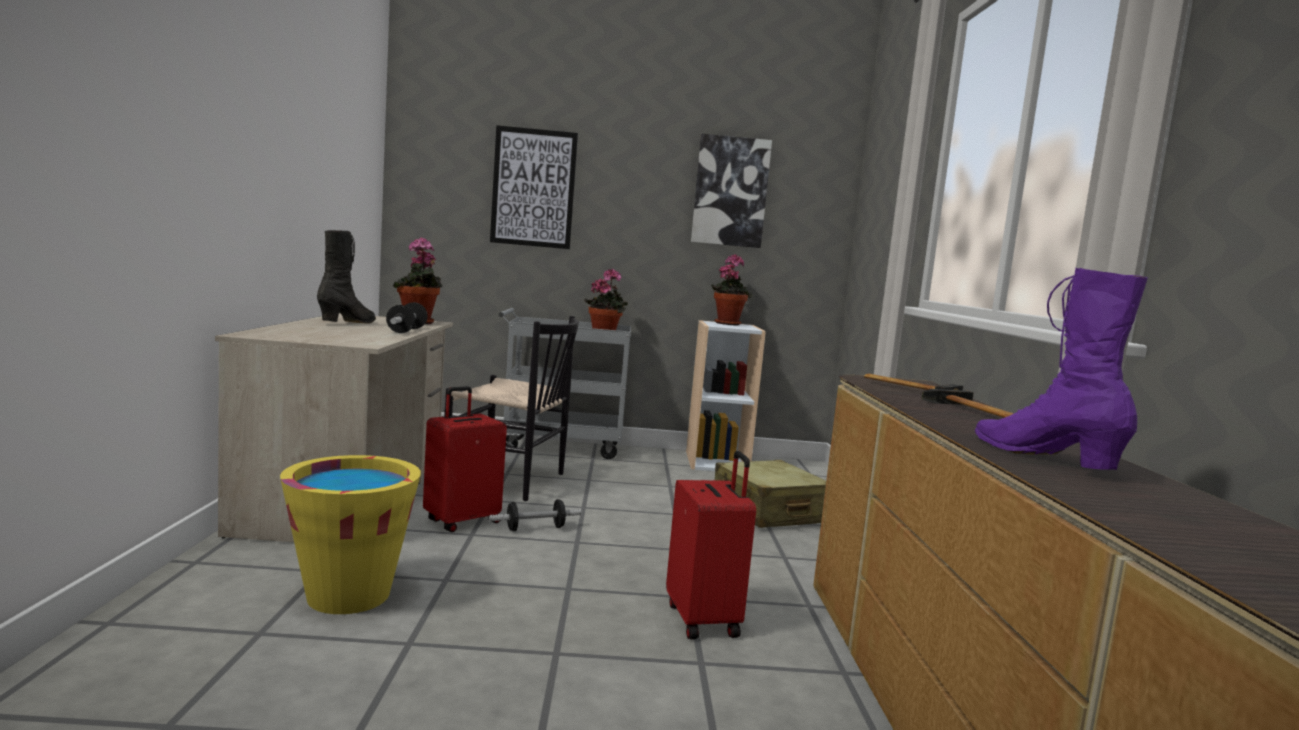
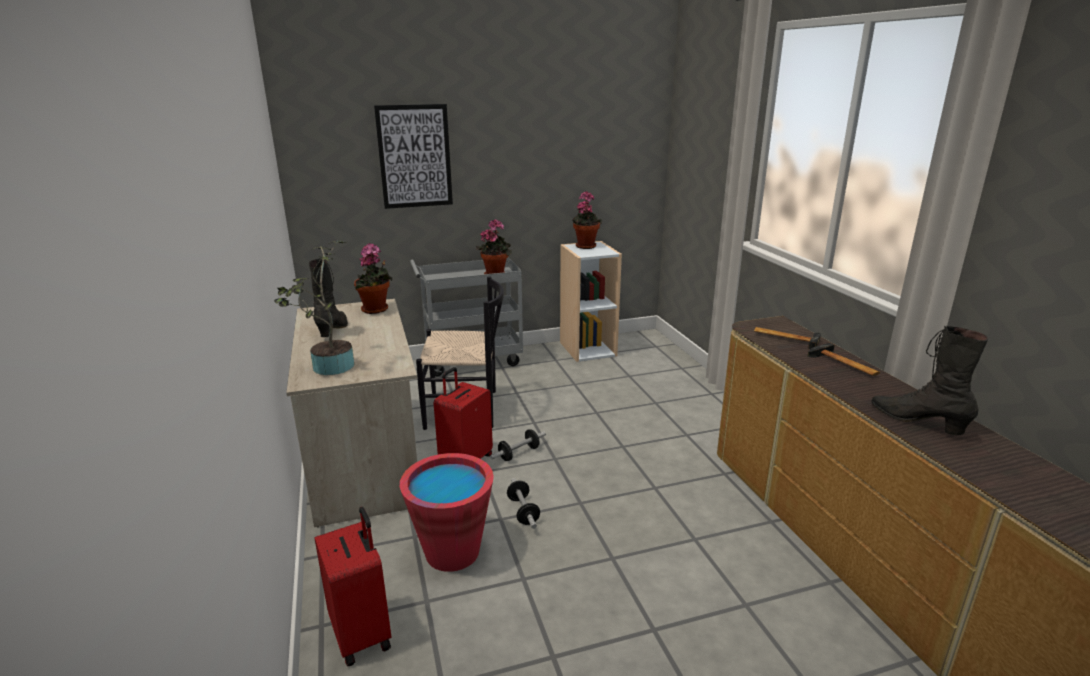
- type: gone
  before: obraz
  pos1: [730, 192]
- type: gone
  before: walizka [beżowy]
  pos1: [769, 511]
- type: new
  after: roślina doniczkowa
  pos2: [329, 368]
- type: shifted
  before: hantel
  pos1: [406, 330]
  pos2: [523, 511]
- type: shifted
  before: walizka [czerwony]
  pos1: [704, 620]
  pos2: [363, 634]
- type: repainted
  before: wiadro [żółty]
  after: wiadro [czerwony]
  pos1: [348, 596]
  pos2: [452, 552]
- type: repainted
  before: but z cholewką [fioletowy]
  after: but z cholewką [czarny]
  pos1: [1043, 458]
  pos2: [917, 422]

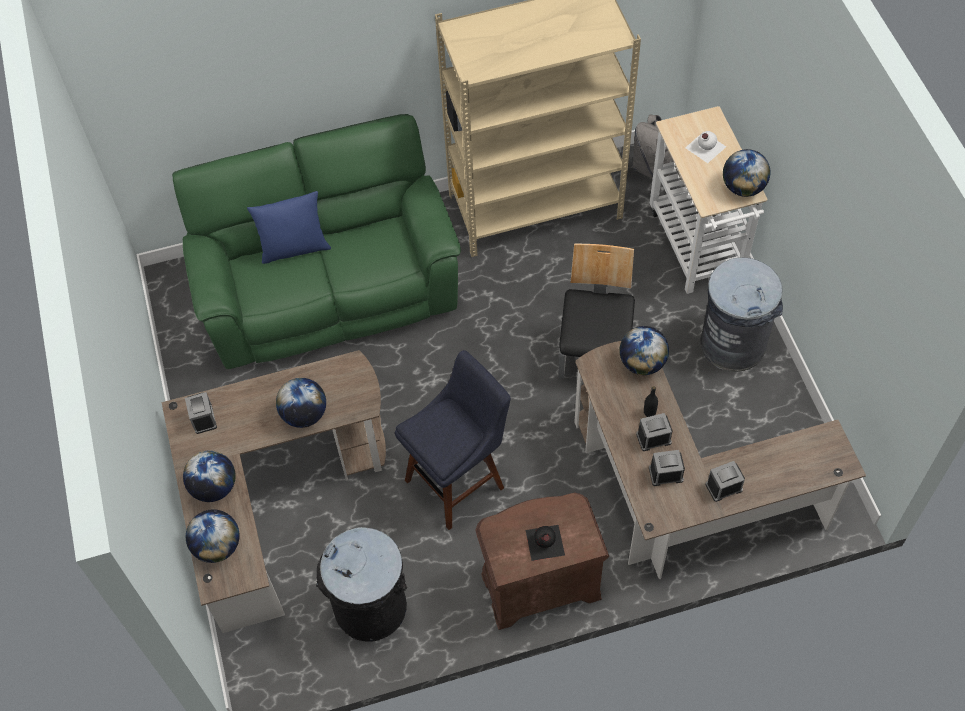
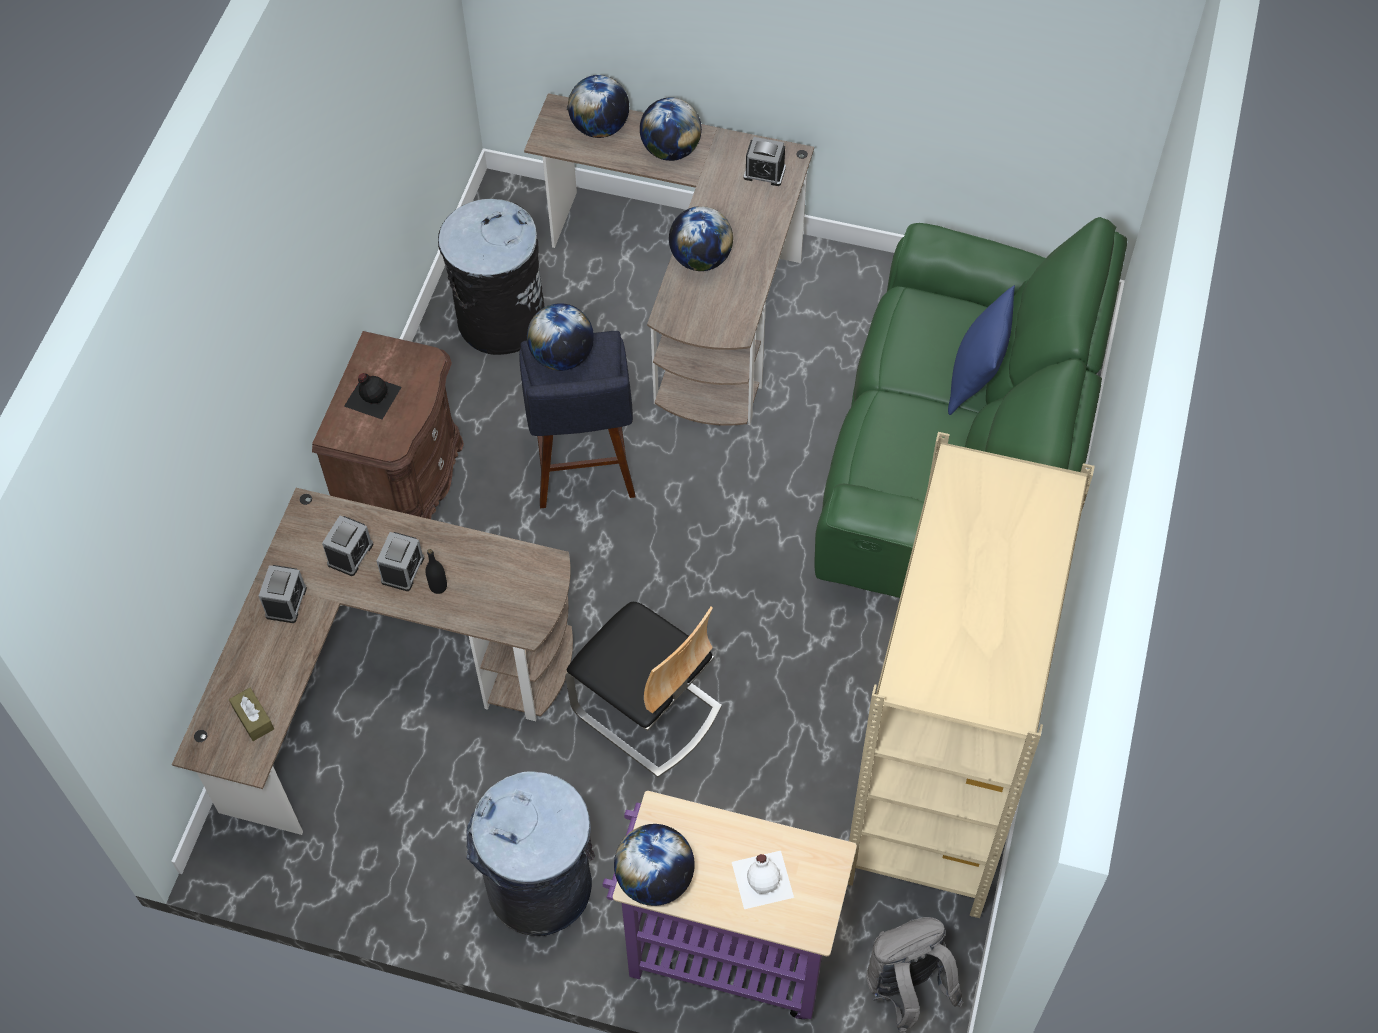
- type: new
  after: pudełko chusteczek [brązowy]
  pos2: [253, 718]
- type: shifted
  before: globus
  pos1: [642, 363]
  pos2: [562, 357]
- type: repainted
  before: wózek [biały]
  after: wózek [fioletowy]
  pos1: [696, 246]
  pos2: [727, 951]

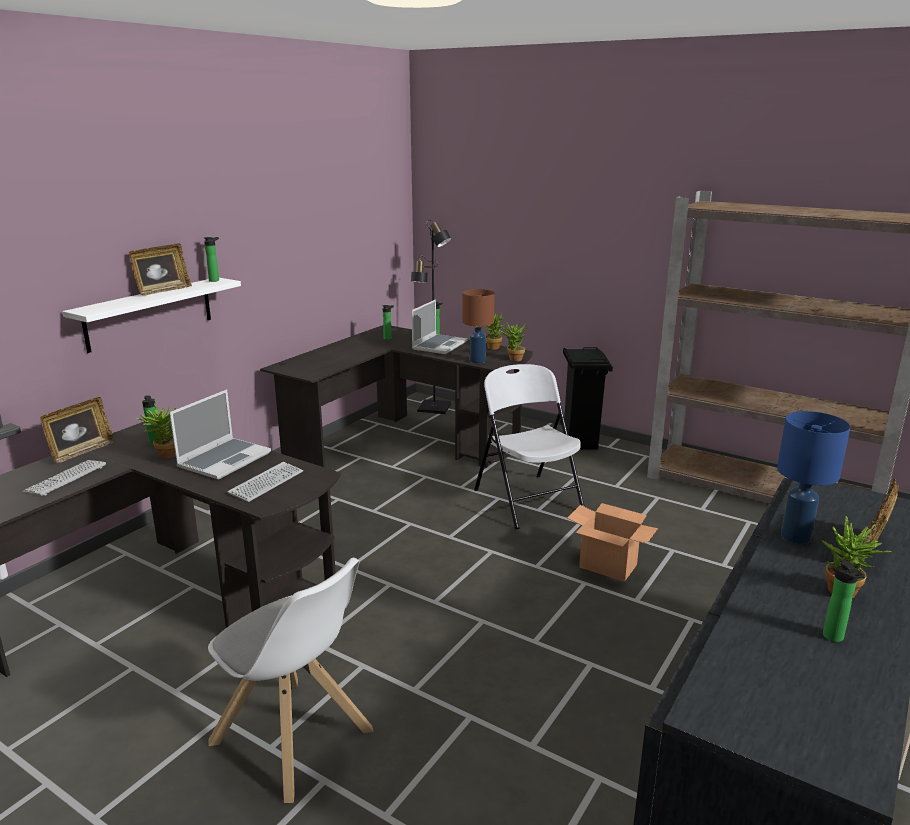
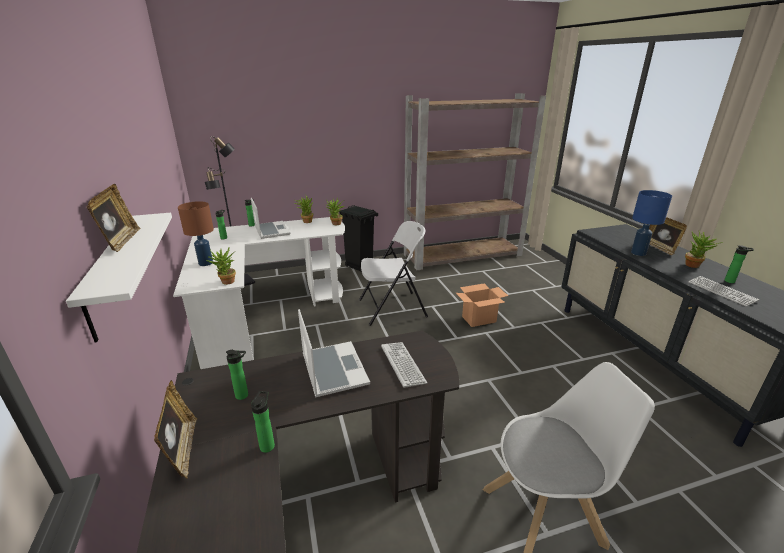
- type: shifted
  before: klawiatura
  pos1: [65, 478]
  pos2: [721, 291]
- type: shifted
  before: roślina doniczkowa
  pos1: [164, 455]
  pos2: [226, 283]
- type: shifted
  before: butelka
  pos1: [215, 280]
  pos2: [268, 445]
- type: shifted
  before: lampa stołowa [brązowy]
  pos1: [477, 361]
  pos2: [205, 263]
- type: repainted
  before: biurko [czarny]
  after: biurko [biały]
  pos1: [402, 443]
  pos2: [263, 312]
- type: rotated
  before: krzesło [biały]
  pos1: [528, 501]
  pos2: [392, 308]
  turn: 150

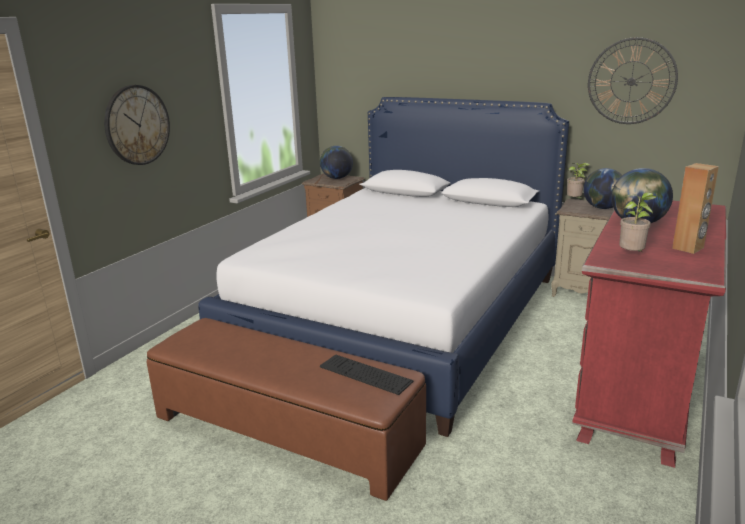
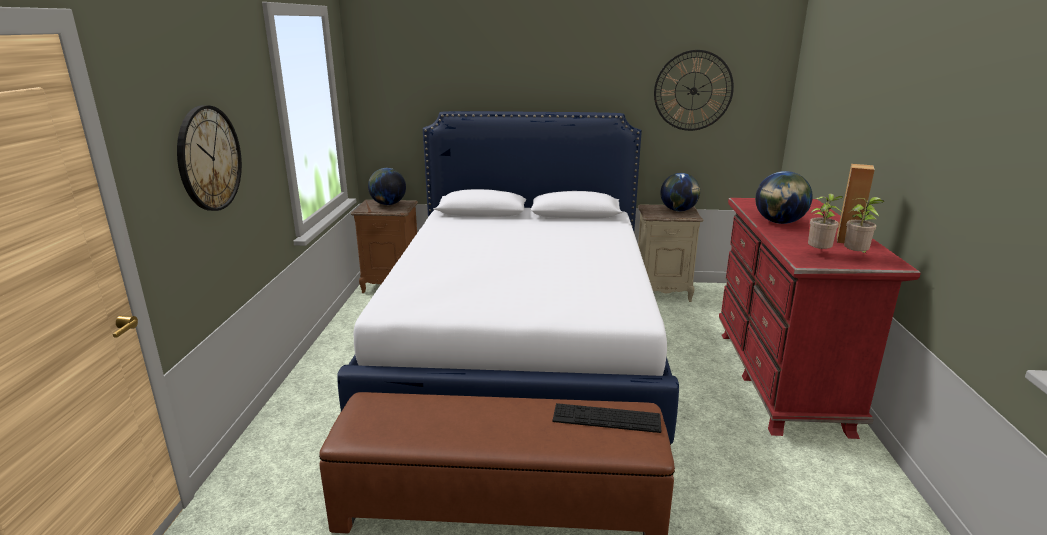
- type: shifted
  before: roślina doniczkowa
  pos1: [575, 200]
  pos2: [856, 256]

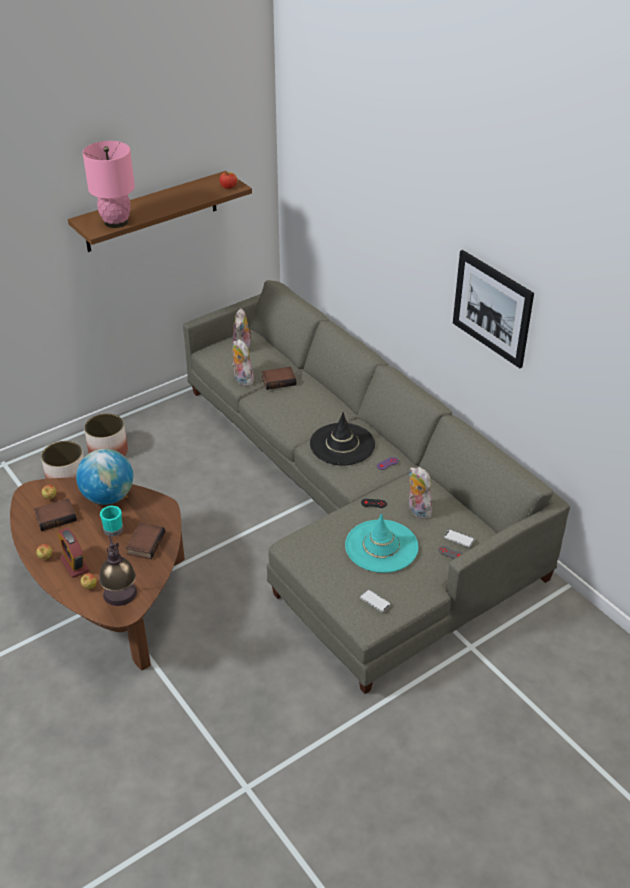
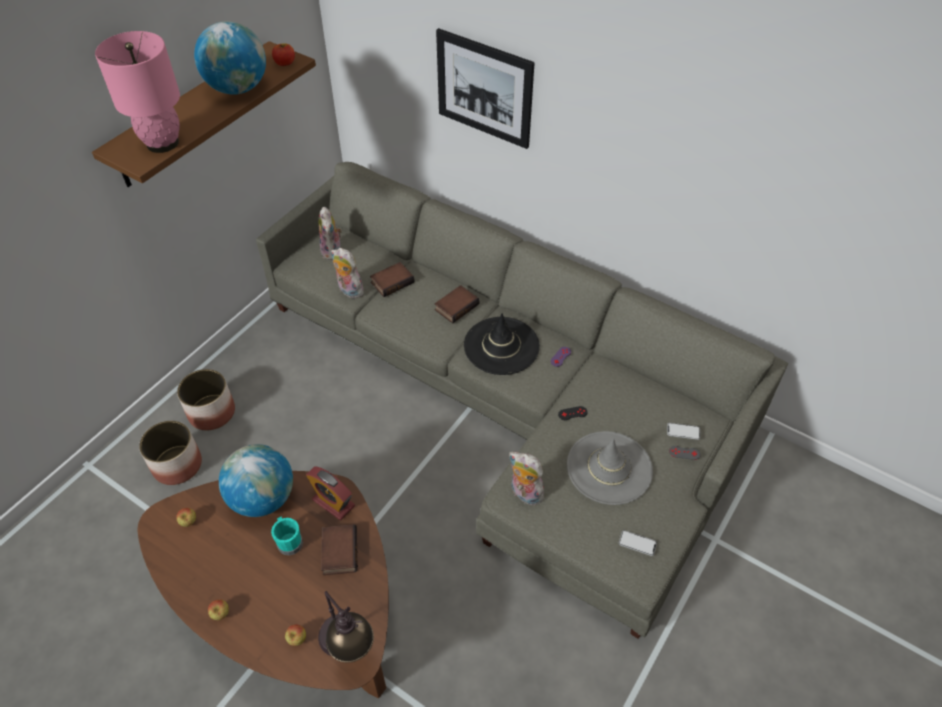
- type: new
  after: globus
  pos2: [238, 88]
- type: shifted
  before: książka
  pos1: [56, 517]
  pos2: [456, 306]
- type: shifted
  before: budzik
  pos1: [74, 564]
  pos2: [333, 503]
- type: shifted
  before: pluszak
  pos1: [417, 510]
  pos2: [524, 494]
- type: shifted
  before: obraz
  pos1: [492, 308]
  pos2: [484, 88]
- type: repainted
  before: kapelusz [turkusowy]
  after: kapelusz [szary]
  pos1: [381, 546]
  pos2: [609, 468]

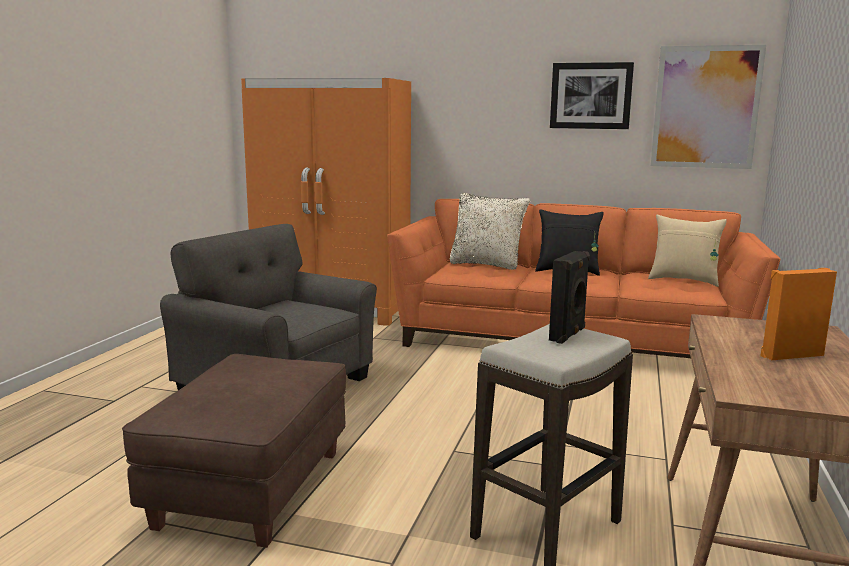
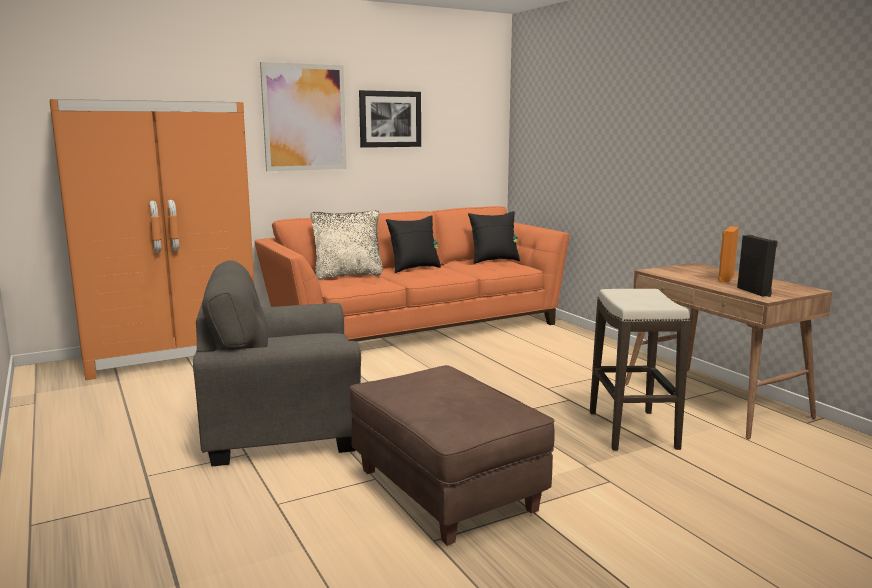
- type: shifted
  before: głośnik [czarny]
  pos1: [568, 335]
  pos2: [754, 292]
- type: shifted
  before: obraz
  pos1: [705, 107]
  pos2: [304, 117]
- type: repainted
  before: poduszka [beżowy]
  after: poduszka [czarny]
  pos1: [683, 281]
  pos2: [493, 261]

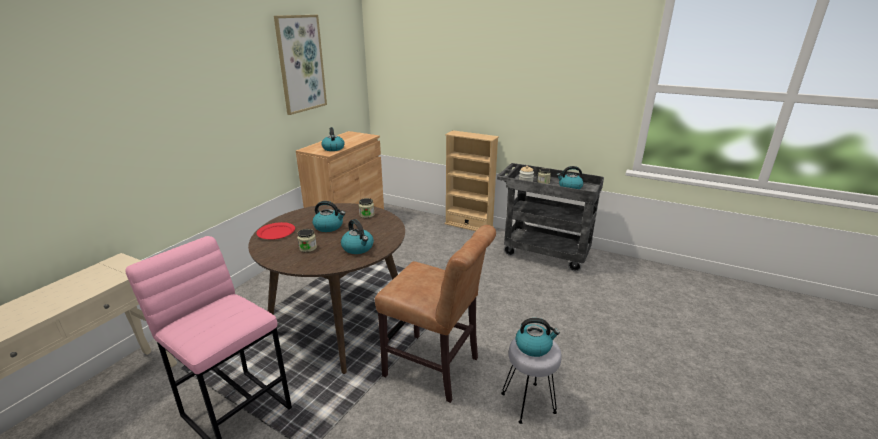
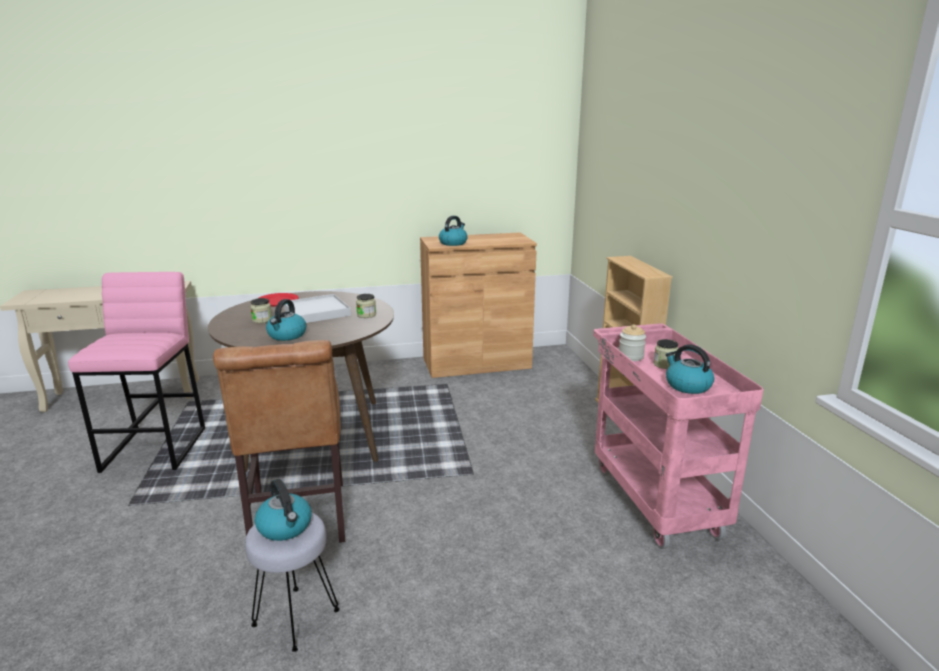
- type: gone
  before: obraz
  pos1: [301, 64]
- type: swapped
  before: czajnik
  after: taca [biały]
  pos1: [329, 227]
  pos2: [317, 312]
- type: repainted
  before: wózek [czarny]
  after: wózek [różowy]
  pos1: [541, 255]
  pos2: [651, 499]

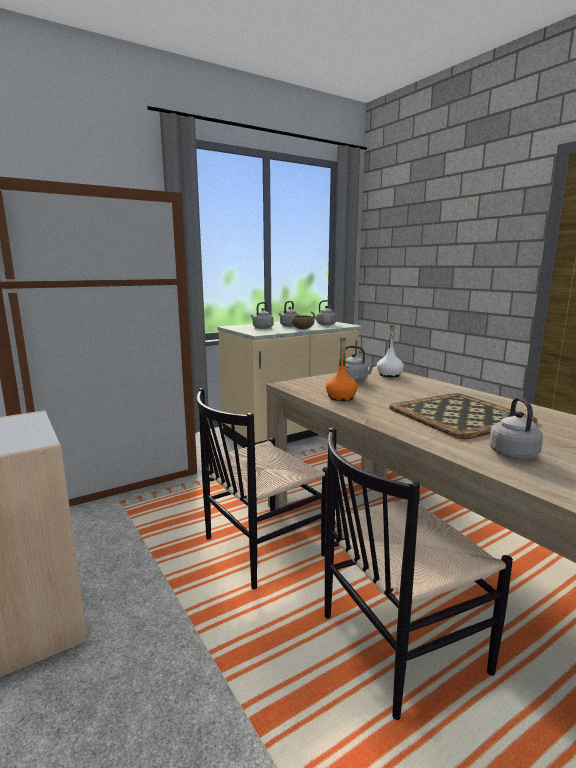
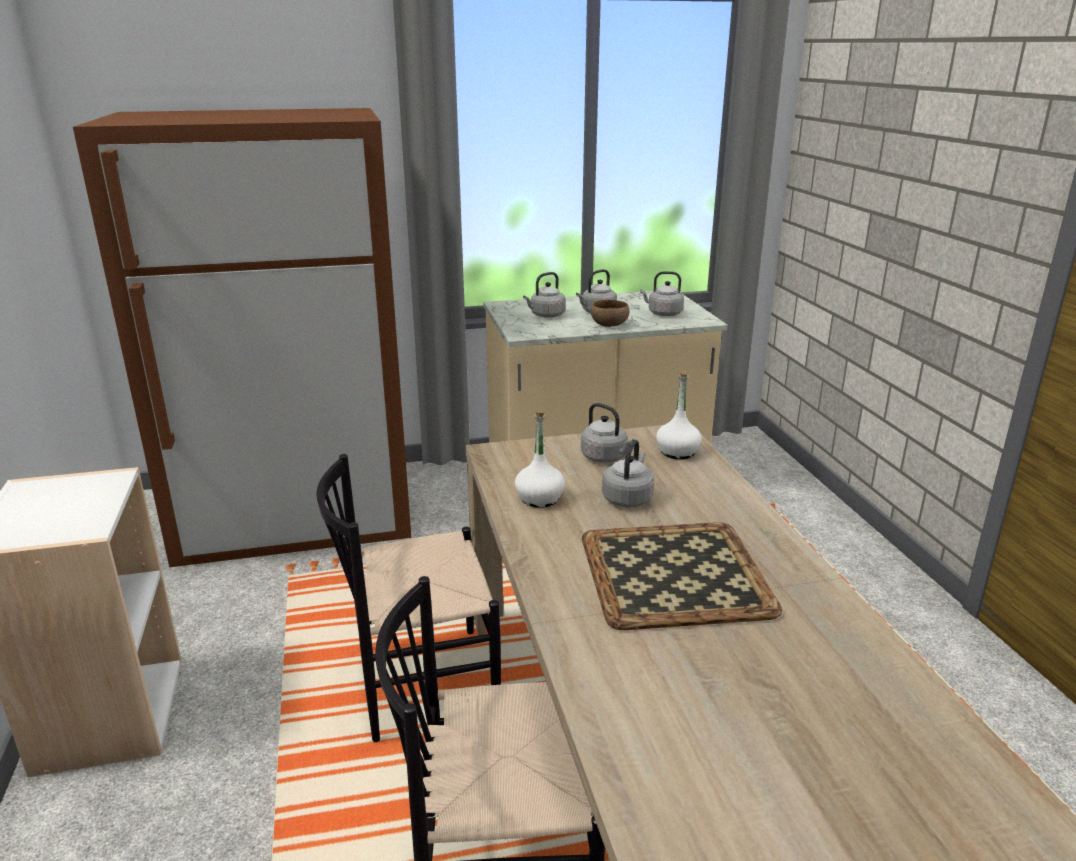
- type: shifted
  before: czajnik [szary]
  pos1: [512, 453]
  pos2: [628, 498]
- type: repainted
  before: butelka [pomarańczowy]
  after: butelka [biały]
  pos1: [341, 398]
  pos2: [539, 498]

